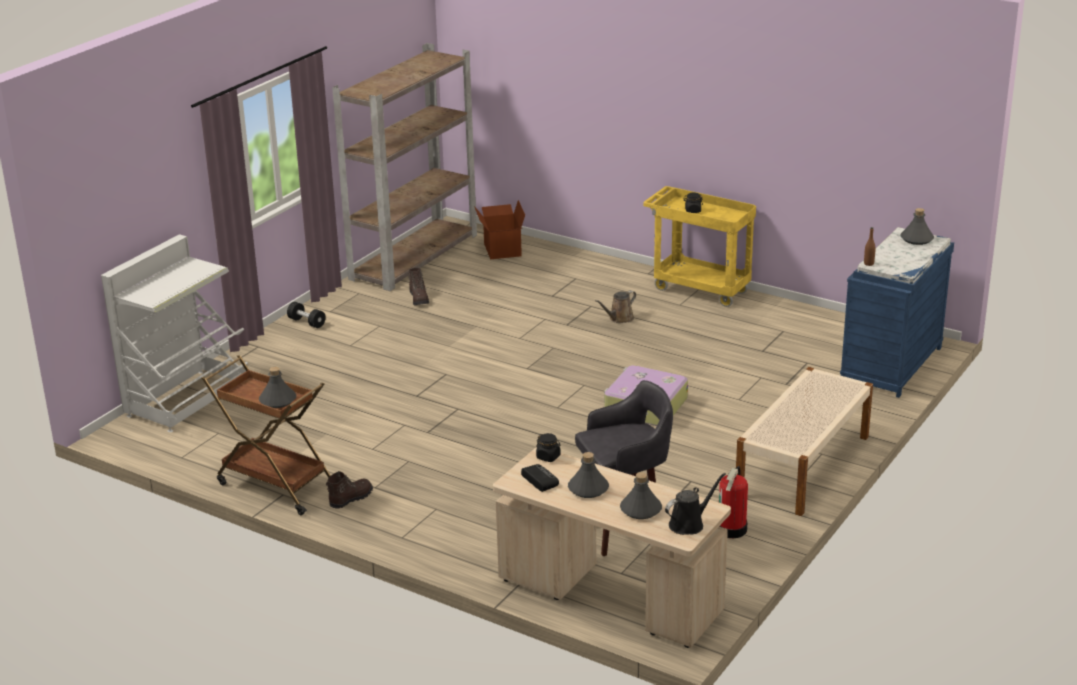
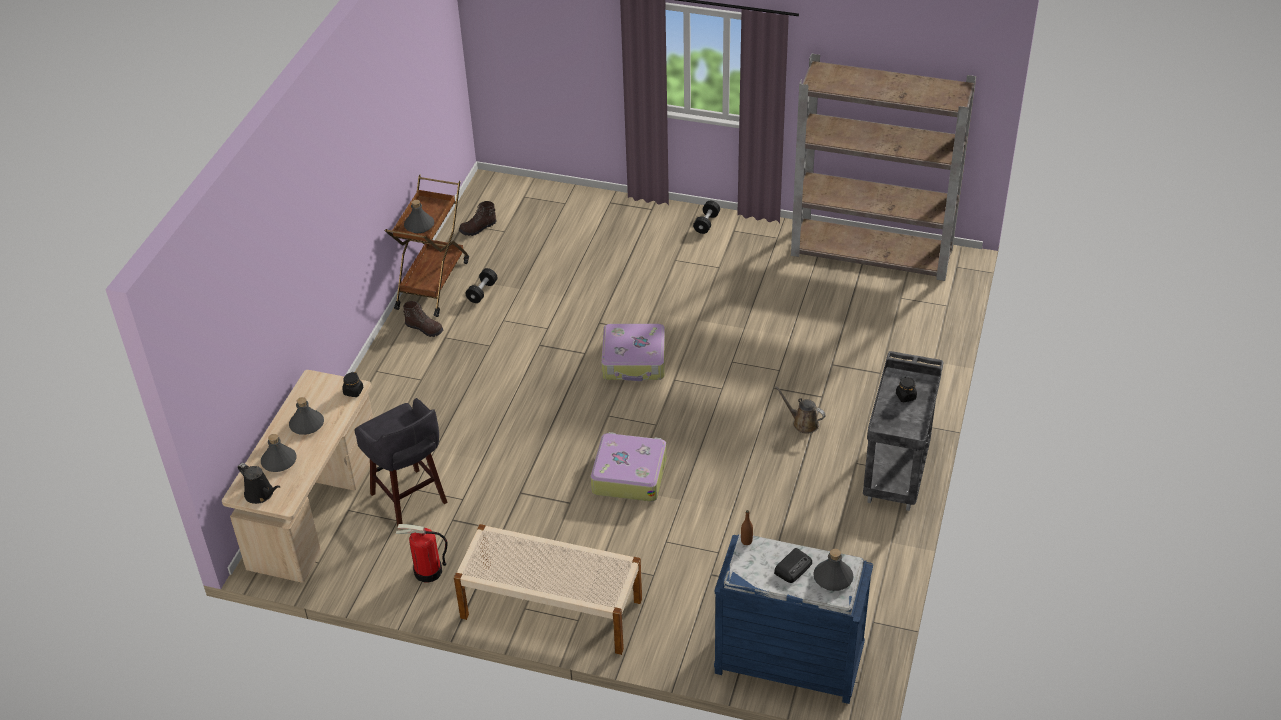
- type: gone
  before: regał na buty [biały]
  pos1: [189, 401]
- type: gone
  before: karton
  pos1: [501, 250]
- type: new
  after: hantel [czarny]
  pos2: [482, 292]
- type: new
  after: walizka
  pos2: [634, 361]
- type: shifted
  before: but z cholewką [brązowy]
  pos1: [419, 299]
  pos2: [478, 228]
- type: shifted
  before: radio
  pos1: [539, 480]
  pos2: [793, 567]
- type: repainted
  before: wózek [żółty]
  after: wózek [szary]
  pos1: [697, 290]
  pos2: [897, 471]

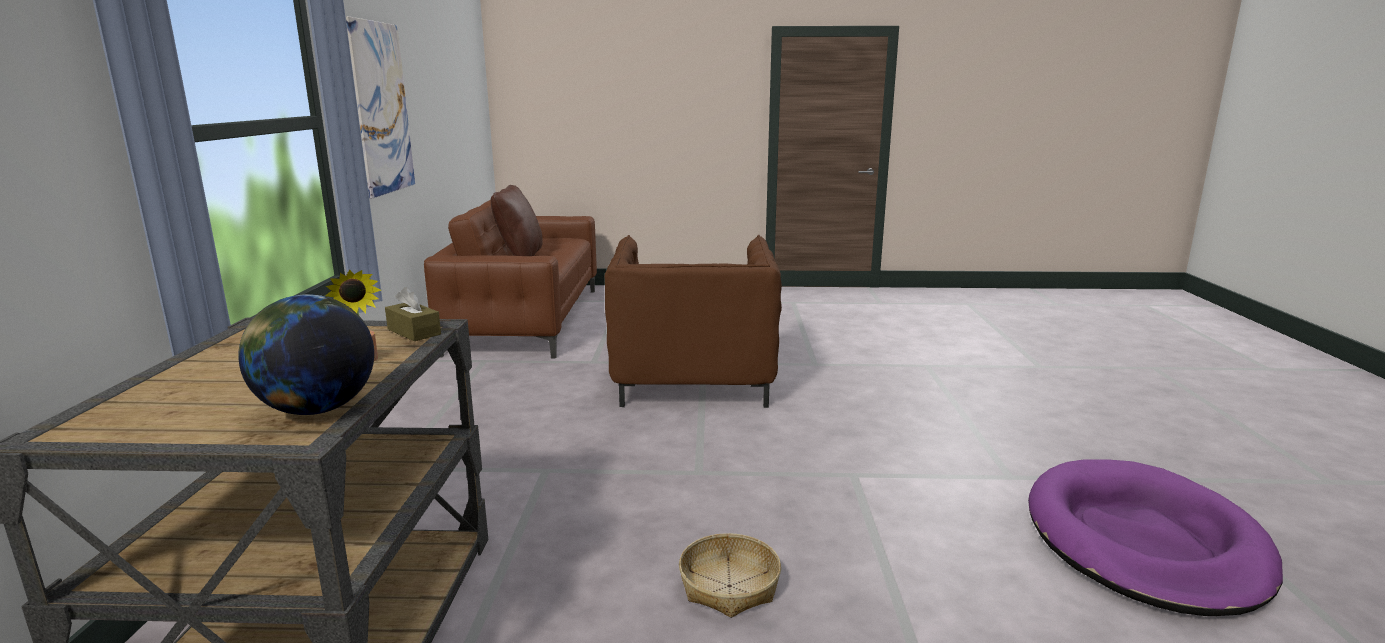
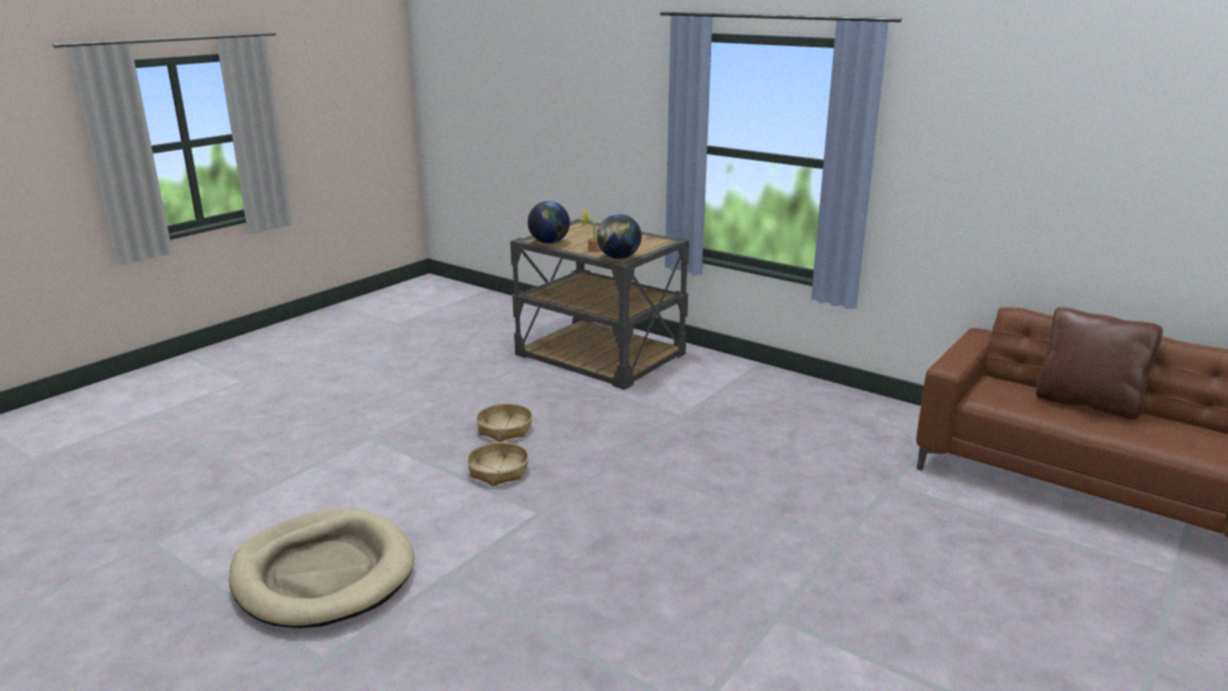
- type: gone
  before: obraz
  pos1: [382, 108]
- type: gone
  before: fotel [brązowy]
  pos1: [693, 379]
- type: new
  after: koszyk
  pos2: [498, 471]
- type: swapped
  before: pudełko chusteczek [brązowy]
  after: globus
  pos1: [414, 332]
  pos2: [618, 258]
- type: repainted
  before: legowisko [fioletowy]
  after: legowisko [beżowy]
  pos1: [1143, 542]
  pos2: [323, 573]

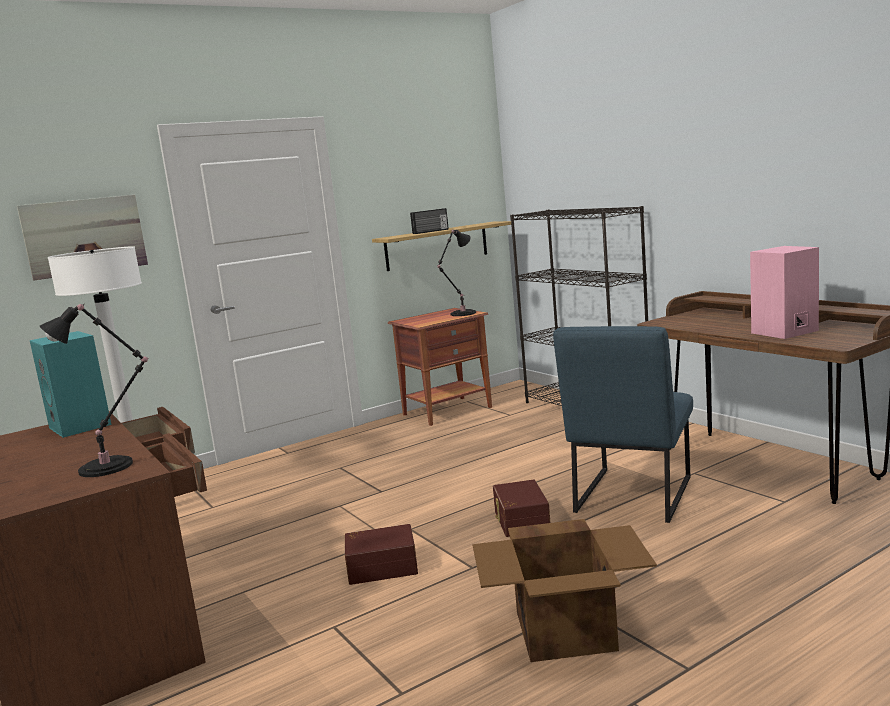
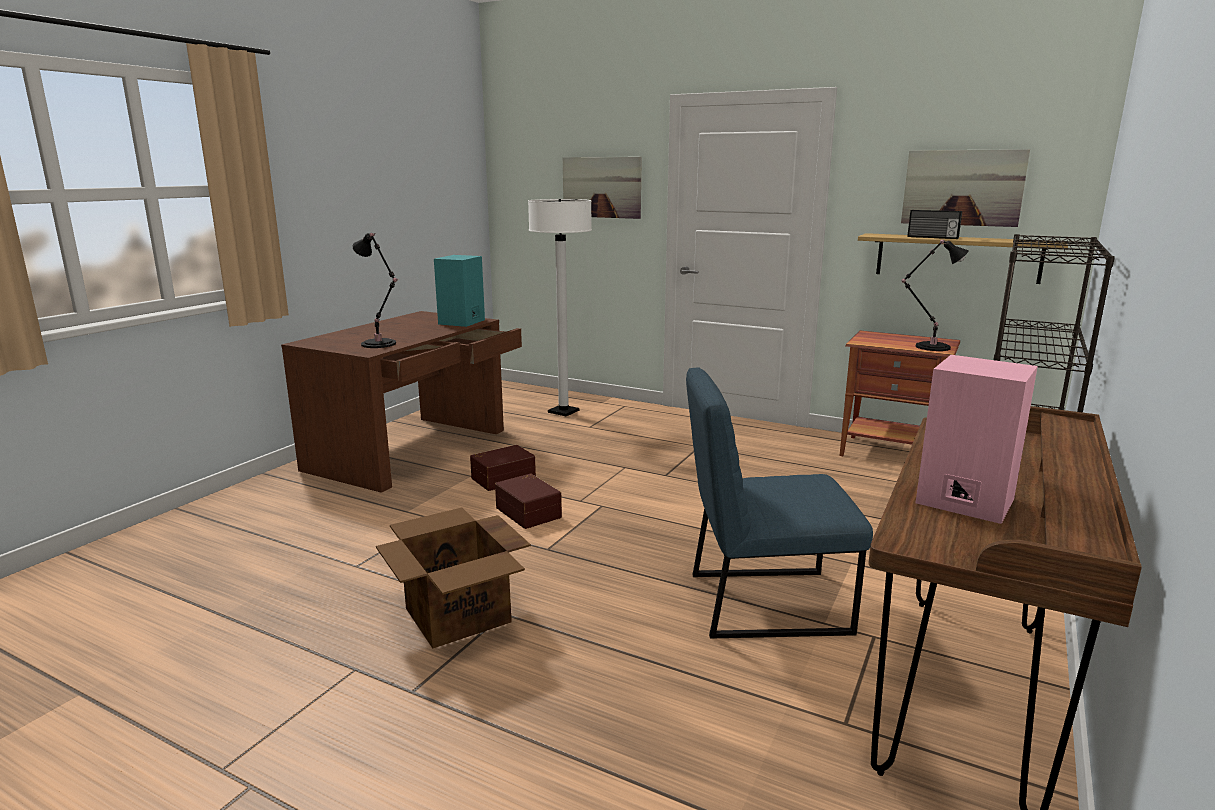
- type: new
  after: obraz
  pos2: [962, 187]
- type: shifted
  before: pojemnik do przechowywania [brązowy]
  pos1: [520, 520]
  pos2: [502, 478]

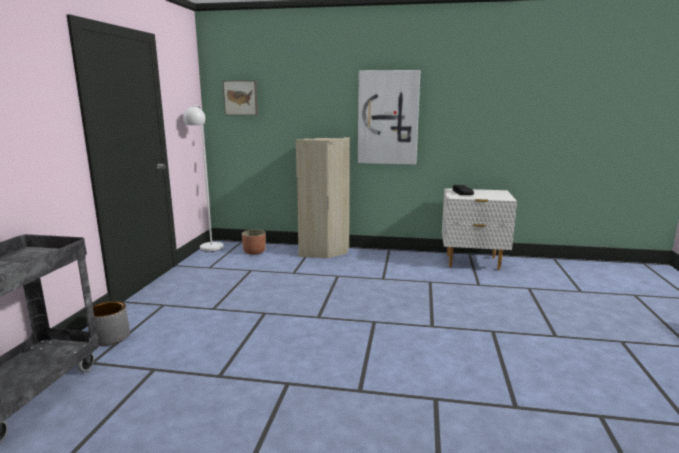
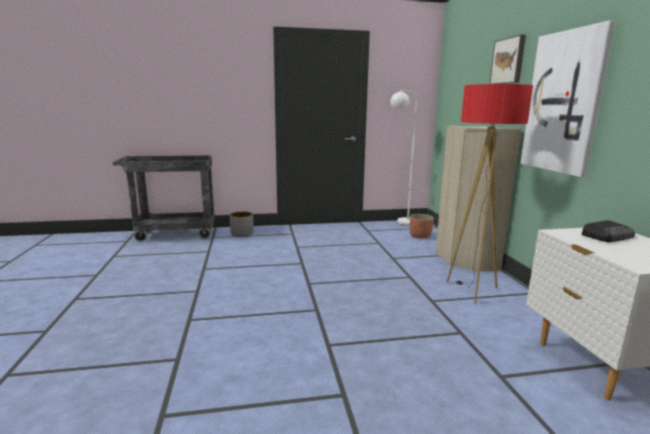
- type: new
  after: lampa stojąca
  pos2: [472, 290]
- type: shifted
  before: obraz
  pos1: [241, 98]
  pos2: [508, 61]

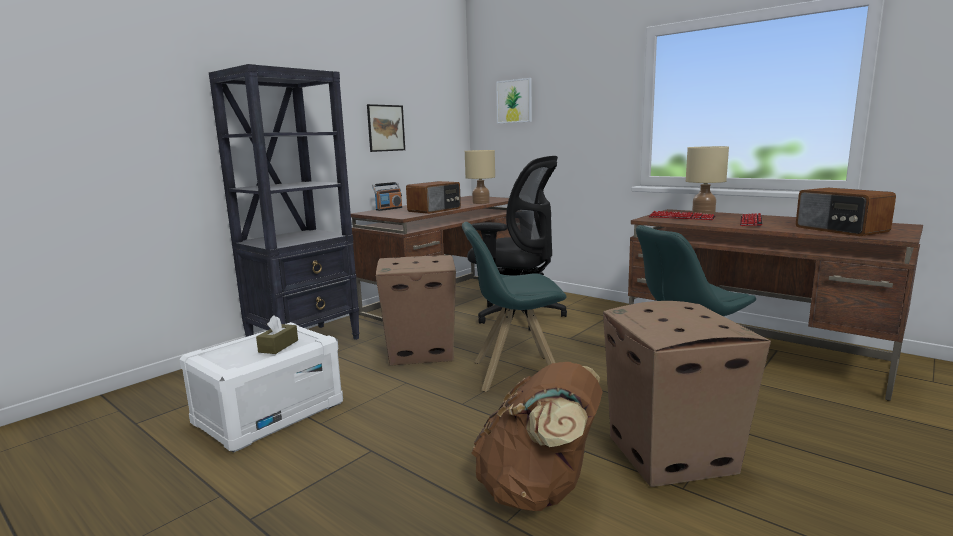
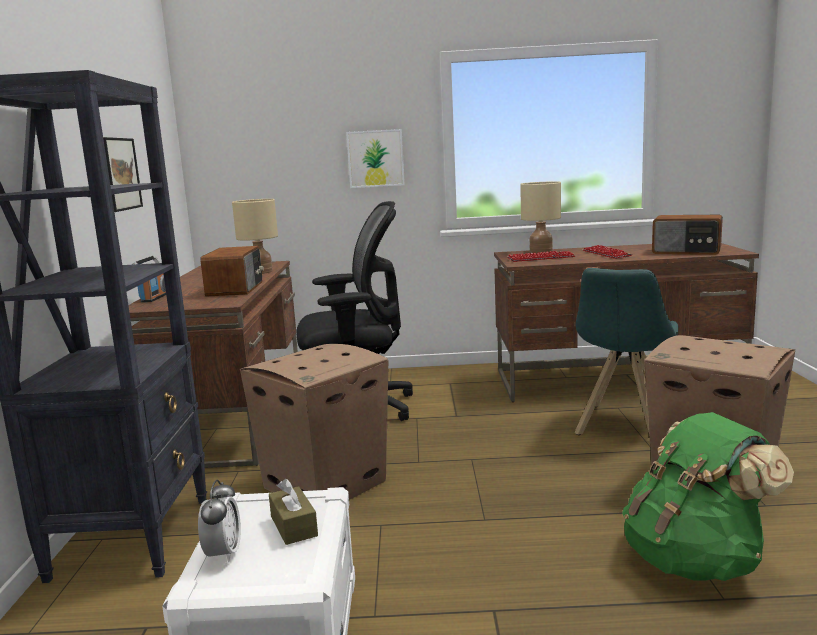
- type: gone
  before: krzesło [turkusowy]
  pos1: [515, 373]
- type: new
  after: budzik
  pos2: [223, 553]
- type: shifted
  before: obraz
  pos1: [514, 101]
  pos2: [375, 158]
- type: repainted
  before: plecak [brązowy]
  after: plecak [zielony]
  pos1: [538, 491]
  pos2: [695, 560]

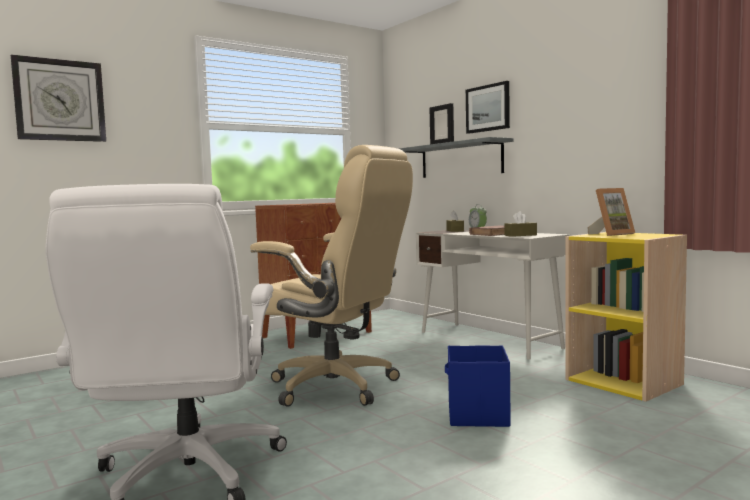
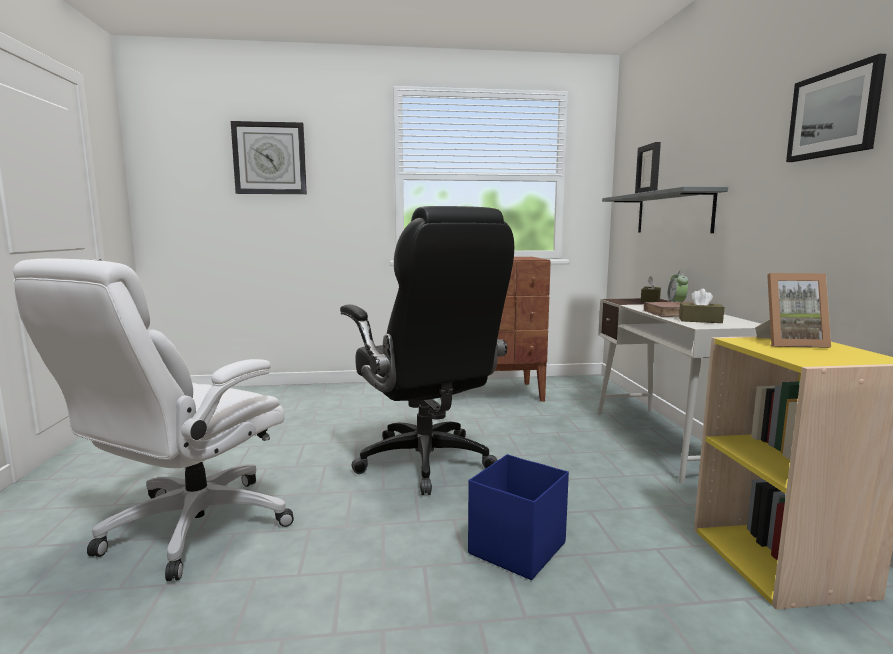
- type: shifted
  before: obraz
  pos1: [488, 108]
  pos2: [834, 113]
- type: repainted
  before: krzesło biurowe [beżowy]
  after: krzesło biurowe [czarny]
  pos1: [335, 387]
  pos2: [426, 463]

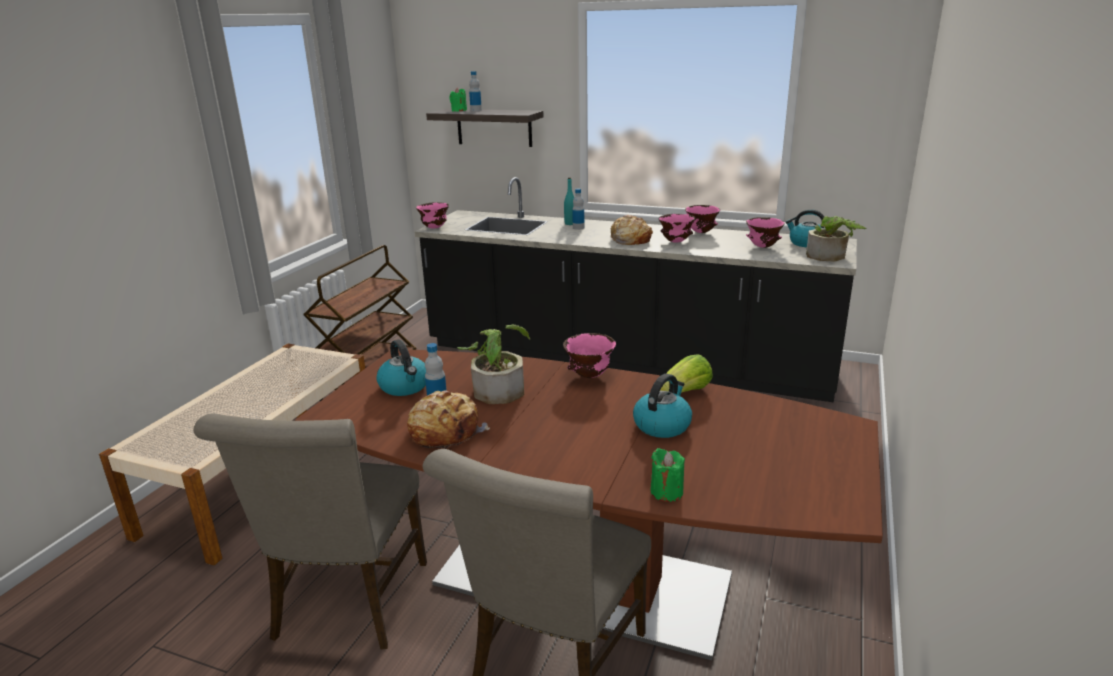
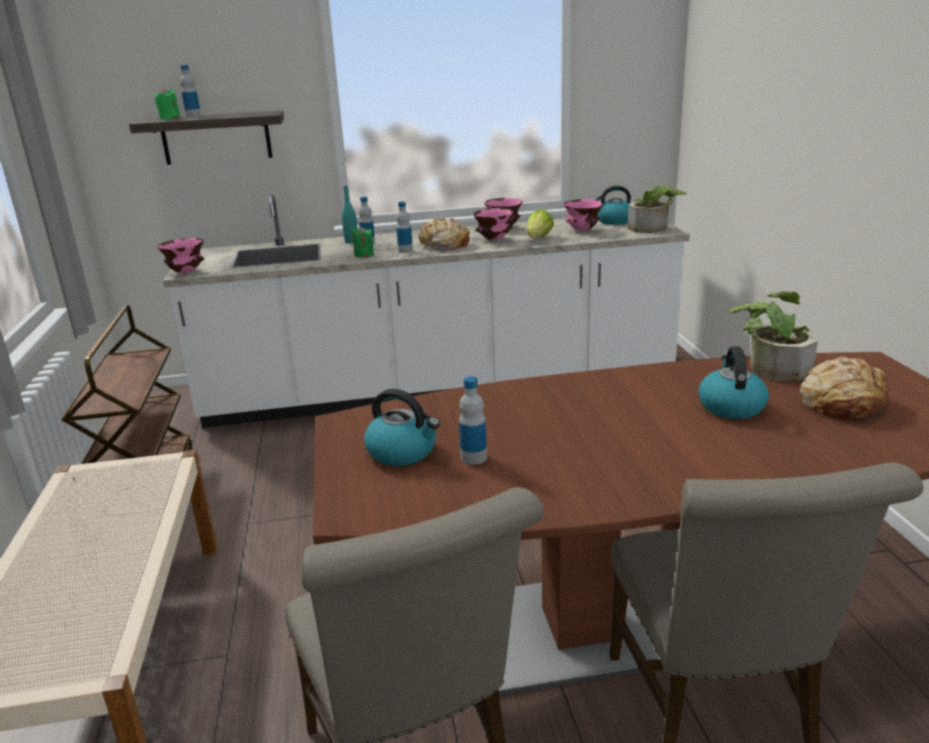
- type: gone
  before: miska [różowy]
  pos1: [589, 376]
- type: new
  after: butelka
  pos2: [405, 250]
- type: shifted
  before: chleb
  pos1: [445, 431]
  pos2: [841, 403]
- type: shifted
  before: roślina doniczkowa
  pos1: [498, 388]
  pos2: [771, 366]
- type: shifted
  before: świeca [zielony]
  pos1: [666, 492]
  pos2: [364, 255]
- type: shifted
  before: sałata
  pos1: [685, 393]
  pos2: [538, 238]
- type: repainted
  before: zabudowa kuchenna [czarny]
  after: zabudowa kuchenna [biały]
  pos1: [624, 361]
  pos2: [440, 388]

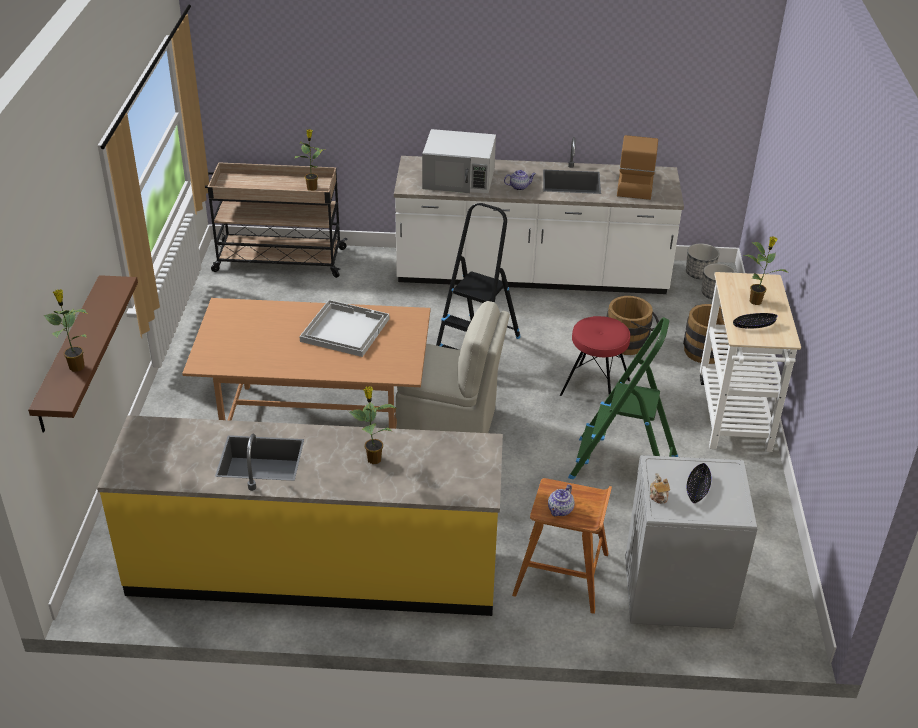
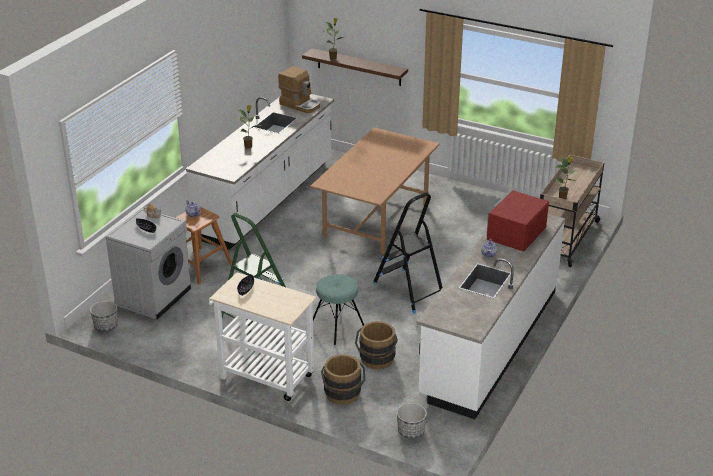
- type: gone
  before: taca [biały]
  pos1: [344, 329]
- type: gone
  before: krzesło [beżowy]
  pos1: [449, 423]
- type: gone
  before: roślina doniczkowa
  pos1: [756, 301]
- type: shifted
  before: ekspres do kawy
  pos1: [634, 184]
  pos2: [300, 104]
- type: shifted
  before: donica
  pos1: [699, 274]
  pos2: [106, 326]
- type: repainted
  before: zabudowa kuchenna [żółty]
  after: zabudowa kuchenna [biały]
  pos1: [315, 568]
  pos2: [267, 200]
- type: repainted
  before: mikrofalówka [biały]
  after: mikrofalówka [czerwony]
  pos1: [459, 178]
  pos2: [515, 233]
- type: repainted
  before: stołek [czerwony]
  after: stołek [turkusowy]
  pos1: [595, 387]
  pos2: [337, 327]

